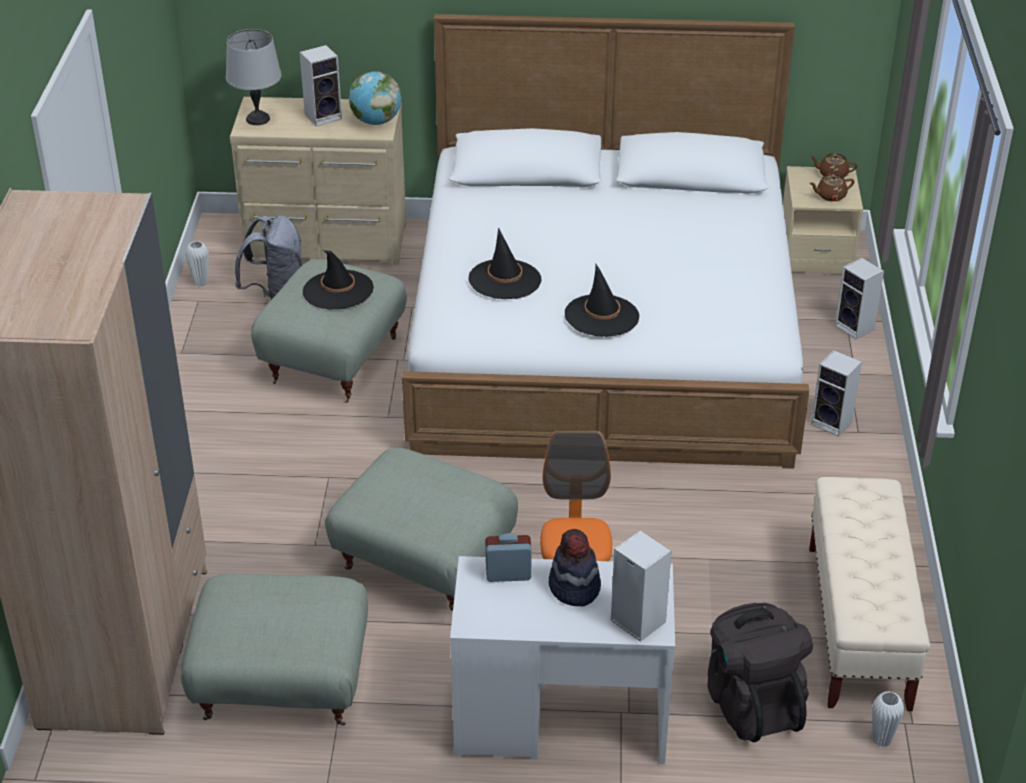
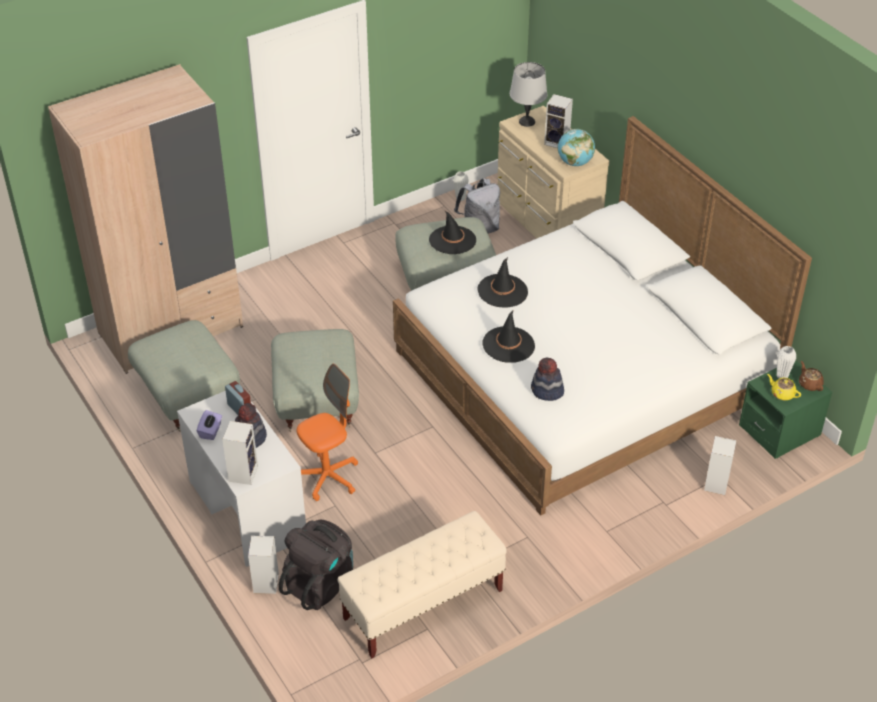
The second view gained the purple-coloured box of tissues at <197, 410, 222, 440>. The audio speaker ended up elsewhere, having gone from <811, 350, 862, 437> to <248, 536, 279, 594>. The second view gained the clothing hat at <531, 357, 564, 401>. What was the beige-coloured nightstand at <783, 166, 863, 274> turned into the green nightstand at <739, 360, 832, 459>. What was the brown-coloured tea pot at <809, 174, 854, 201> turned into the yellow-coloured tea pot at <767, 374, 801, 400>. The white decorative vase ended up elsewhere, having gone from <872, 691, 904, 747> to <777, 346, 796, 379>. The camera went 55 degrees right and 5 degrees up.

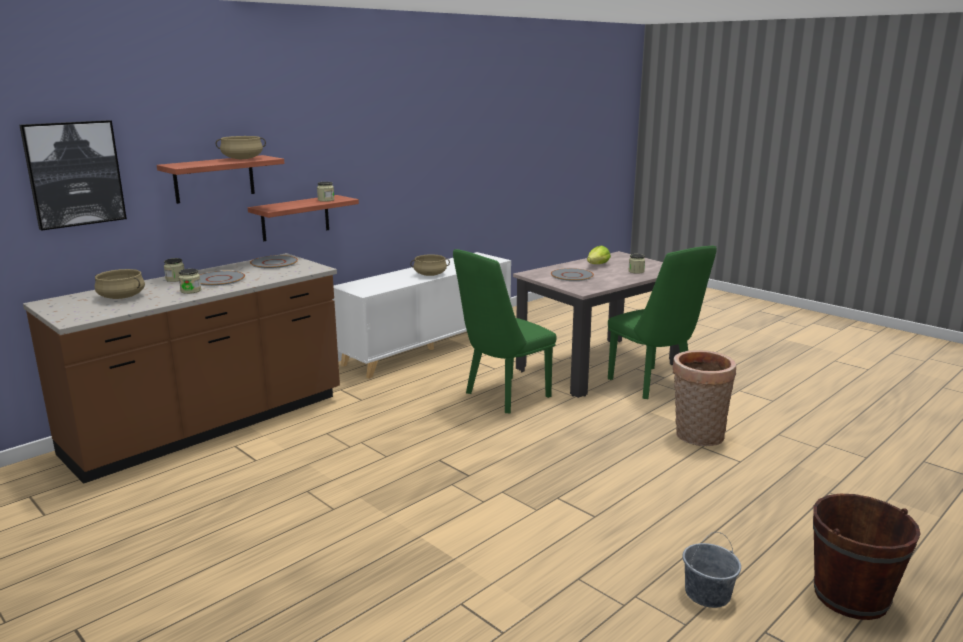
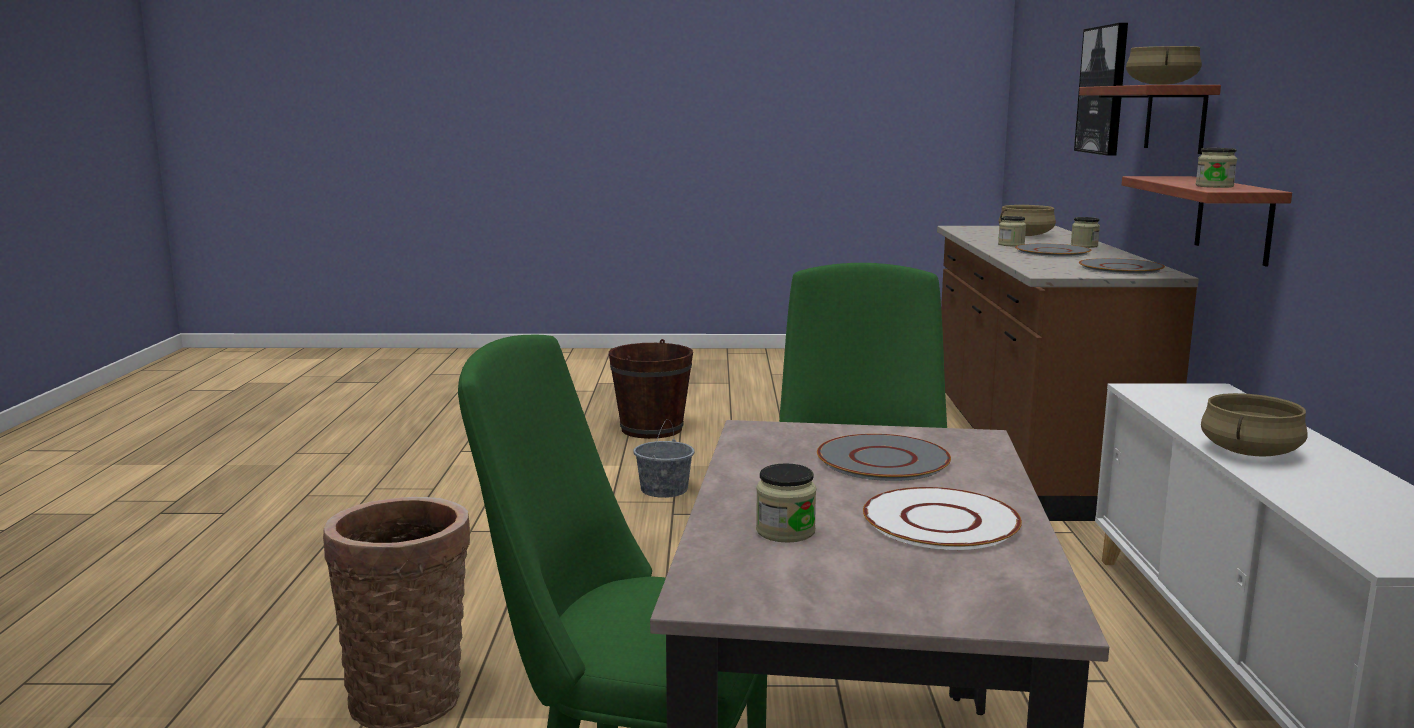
The brown-coloured pail ended up elsewhere, having gone from <813, 494, 921, 620> to <609, 339, 693, 439>. The greyish pail ended up elsewhere, having gone from <682, 532, 741, 608> to <633, 419, 694, 498>. Where the head of lettuce stood at <587, 245, 611, 264>, the white flat dish came to stand at <863, 487, 1022, 550>. The camera went 135 degrees right and 5 degrees down.

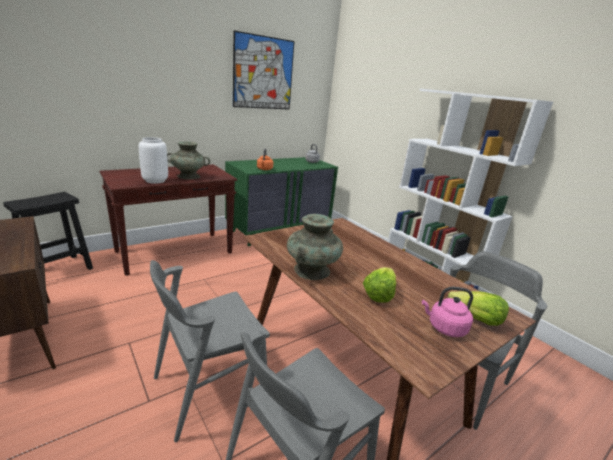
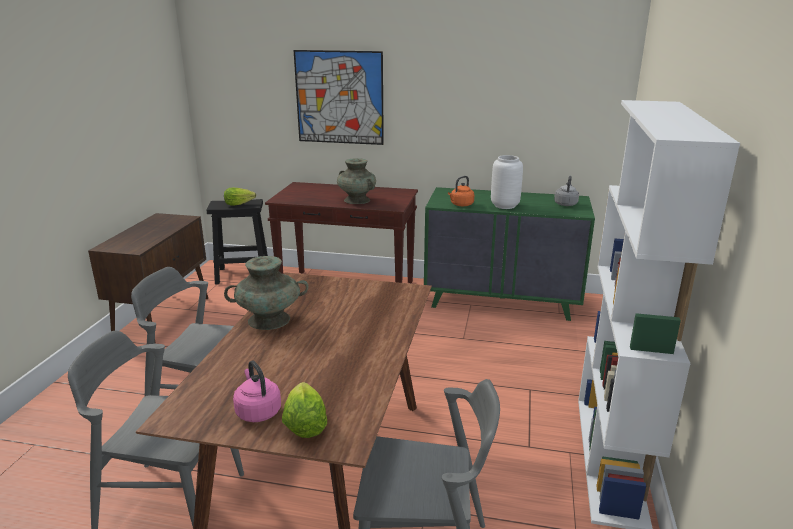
The head of lettuce ended up elsewhere, having gone from <363, 267, 396, 303> to <224, 188, 256, 206>. The picture ended up elsewhere, having gone from <233, 30, 295, 110> to <294, 50, 384, 145>. The white decorative vase ended up elsewhere, having gone from <139, 137, 168, 184> to <491, 155, 523, 209>. The camera went 50 degrees right and 0 degrees up.

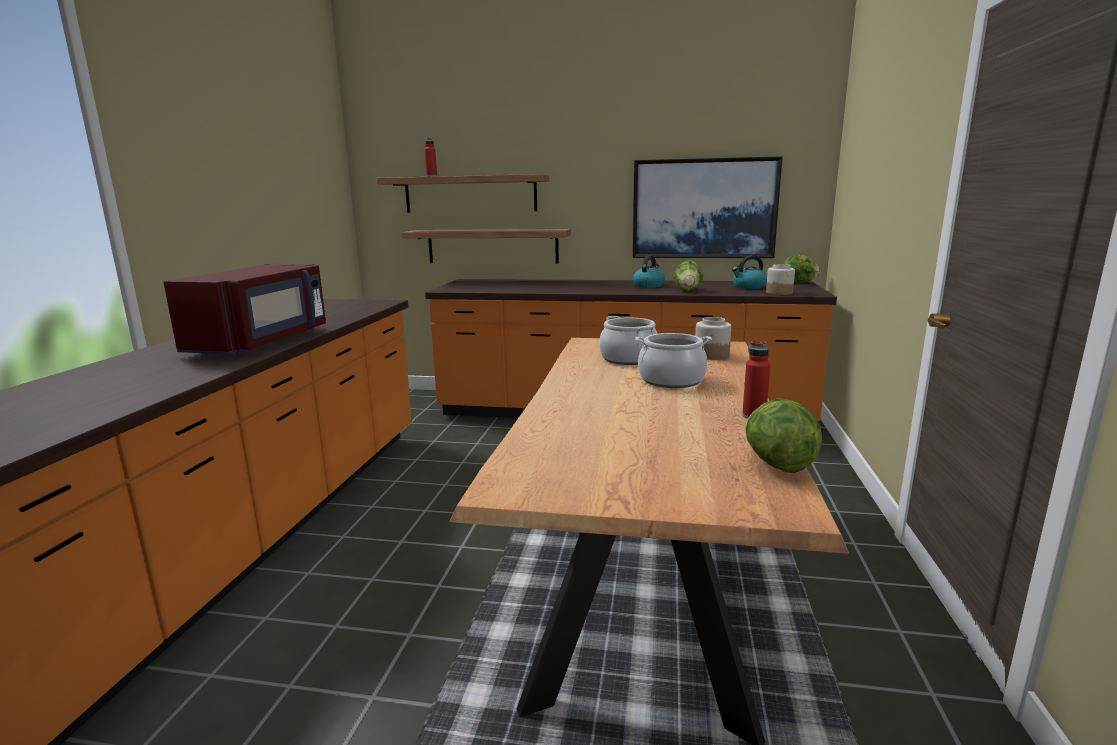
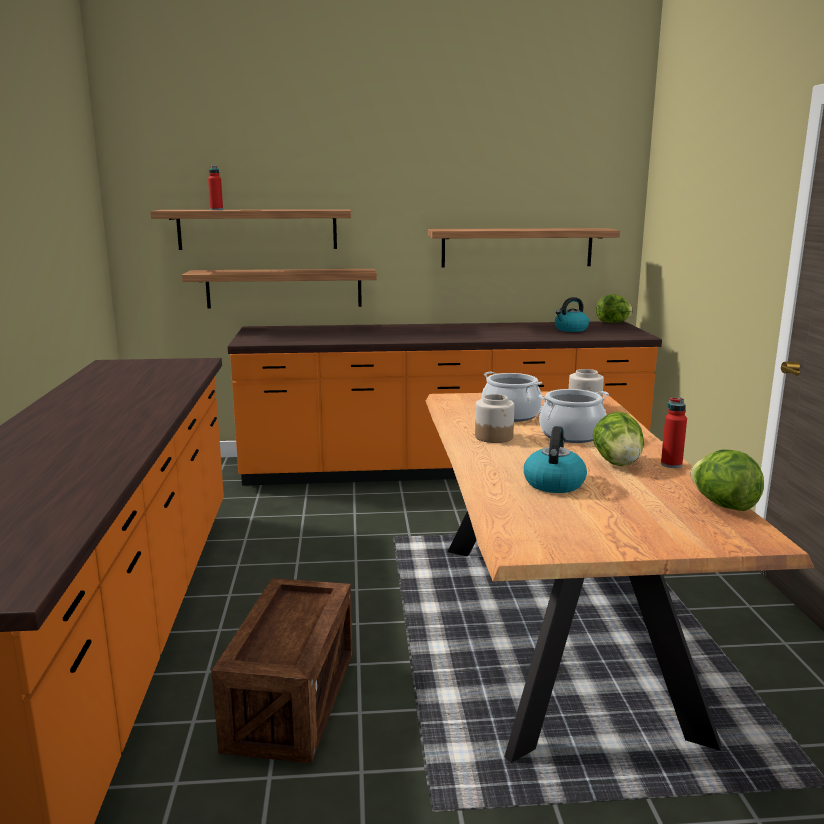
The second view gained the packing crate at <211, 578, 353, 764>. Where the picture hung at <633, 156, 783, 258>, the shelf came to hang at <428, 228, 620, 268>. The storage jar ended up elsewhere, having gone from <766, 264, 795, 295> to <475, 394, 514, 443>. The kettle ended up elsewhere, having gone from <633, 255, 665, 288> to <524, 426, 587, 493>. The head of lettuce ended up elsewhere, having gone from <674, 260, 704, 291> to <593, 412, 644, 466>. The second view lost the red kitchen microwave at <163, 264, 326, 355>. The camera went 15 degrees left and 0 degrees up.

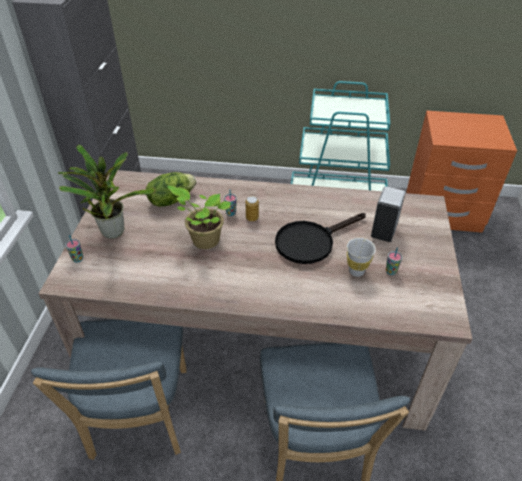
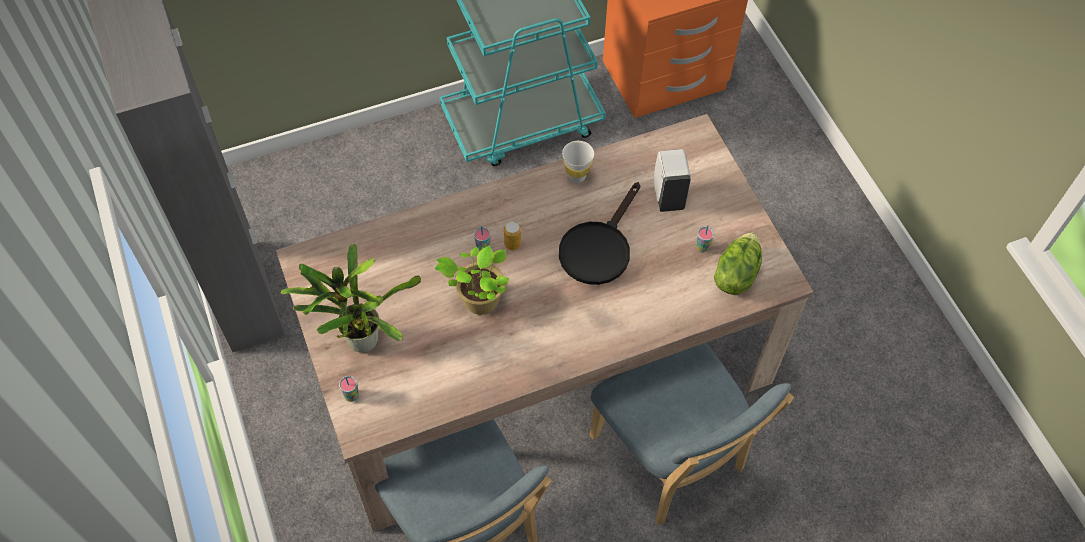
The white cup ended up elsewhere, having gone from <347, 238, 376, 277> to <562, 141, 594, 183>. The head of lettuce ended up elsewhere, having gone from <146, 172, 196, 207> to <714, 232, 762, 295>. The camera went 30 degrees left and 15 degrees up.

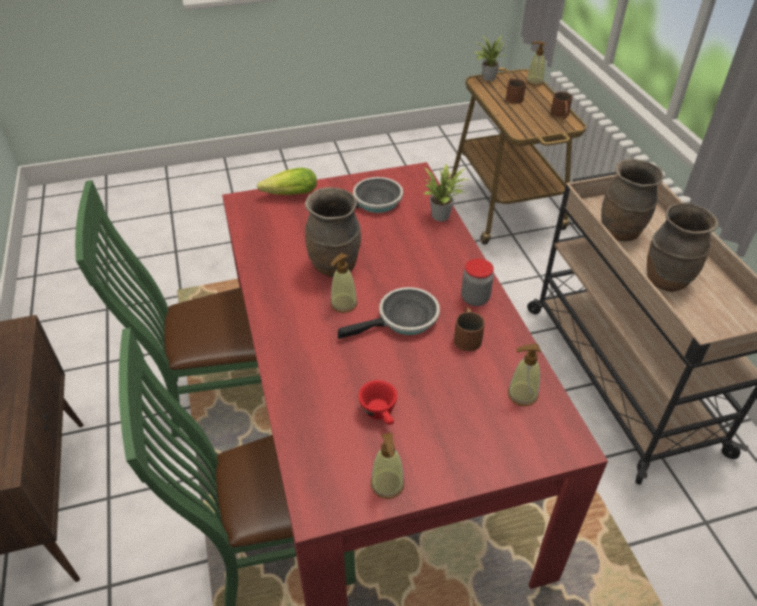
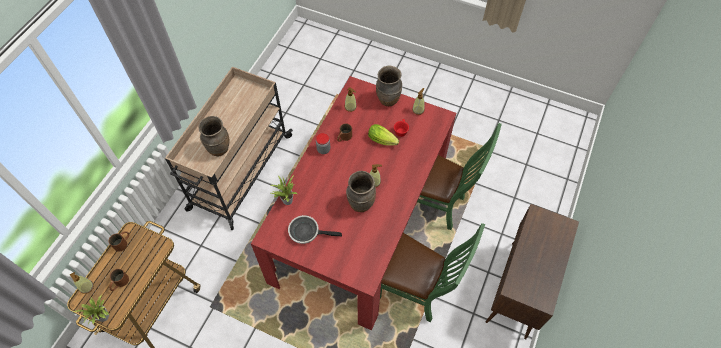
The head of lettuce ended up elsewhere, having gone from <257, 168, 317, 195> to <368, 124, 399, 146>. The brown-coloured decorative vase ended up elsewhere, having gone from <647, 203, 718, 292> to <376, 65, 402, 106>. The second view lost the frying pan at <338, 287, 440, 339>. The camera went 140 degrees left and 15 degrees up.

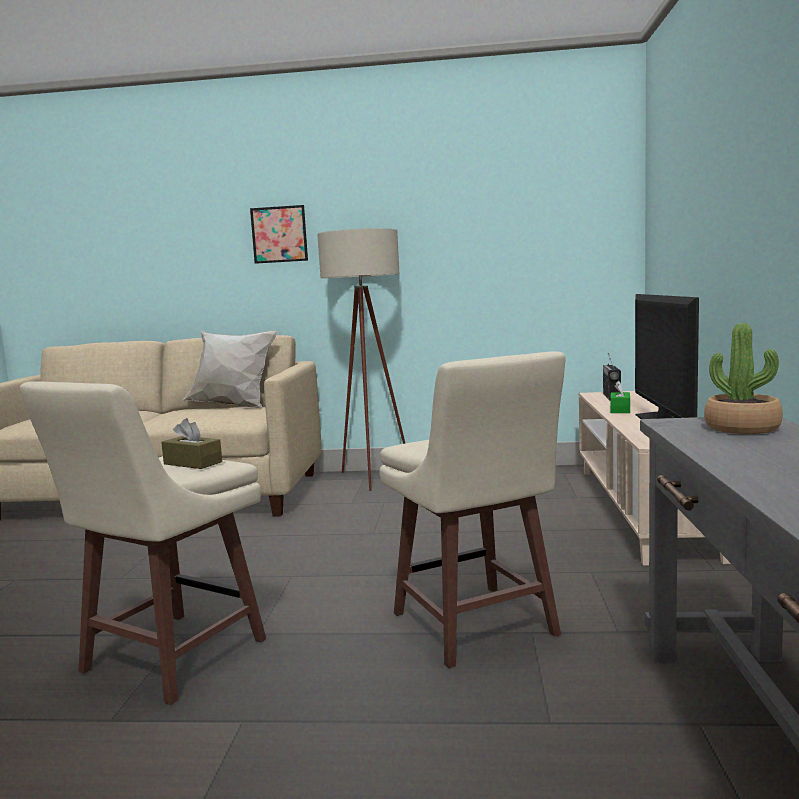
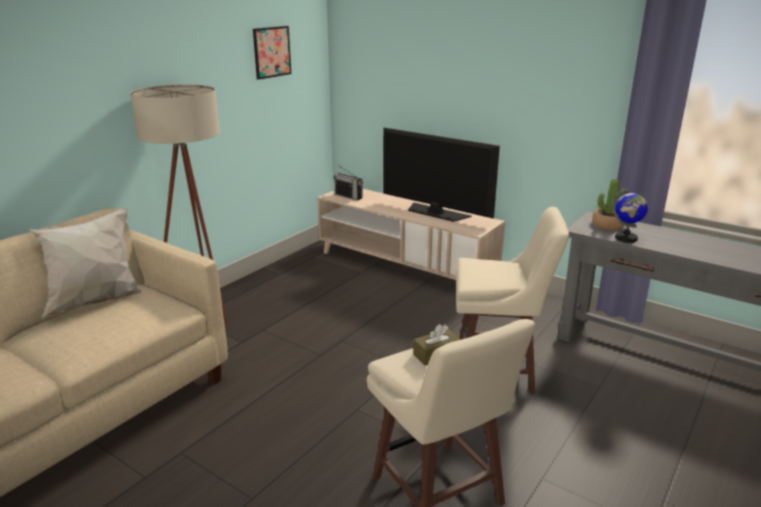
The picture ended up elsewhere, having gone from <250, 205, 308, 264> to <253, 26, 291, 80>. The second view gained the desk globe at <613, 188, 648, 243>. The second view lost the green box of tissues at <610, 381, 630, 413>. The camera went 60 degrees left and 15 degrees up.

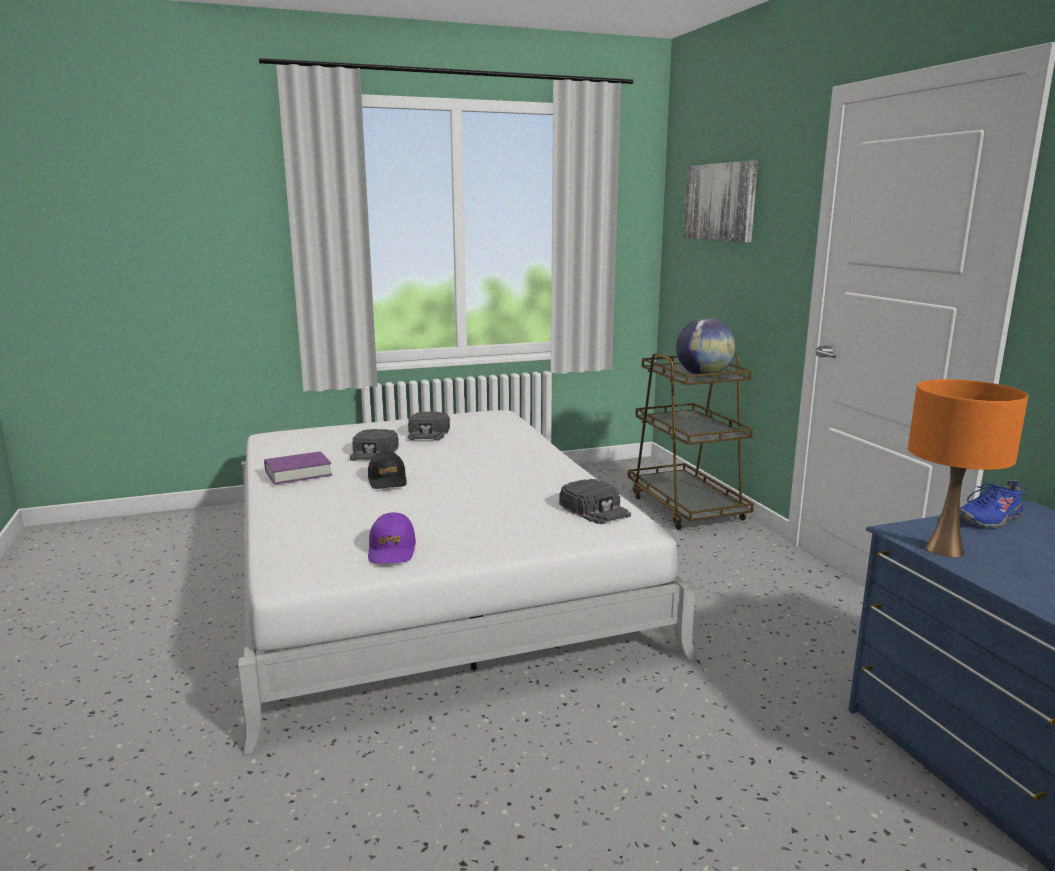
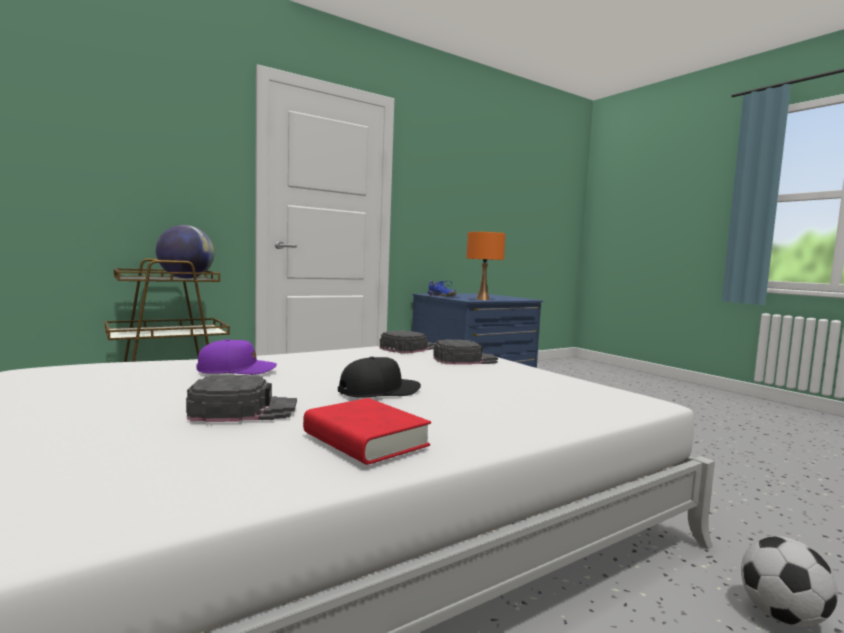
The purple-coloured cap ended up elsewhere, having gone from <368, 512, 416, 564> to <197, 339, 277, 375>. What was the purple-coloured book at <264, 451, 332, 485> turned into the red book at <303, 398, 431, 465>. The blackish cap ended up elsewhere, having gone from <408, 412, 450, 441> to <433, 340, 498, 365>. The second view gained the football ball at <741, 536, 838, 627>. The second view lost the picture at <683, 161, 758, 243>. The camera went 105 degrees left and 10 degrees down.

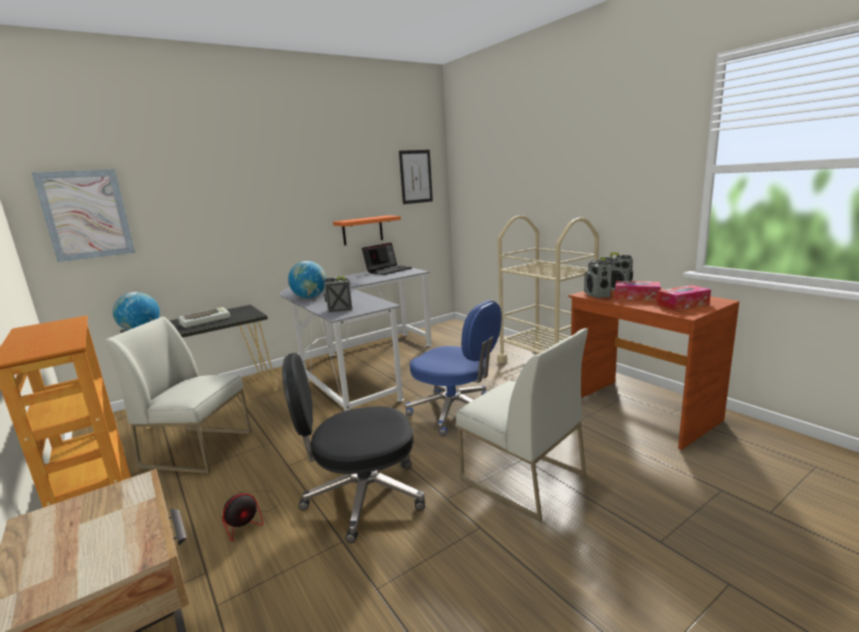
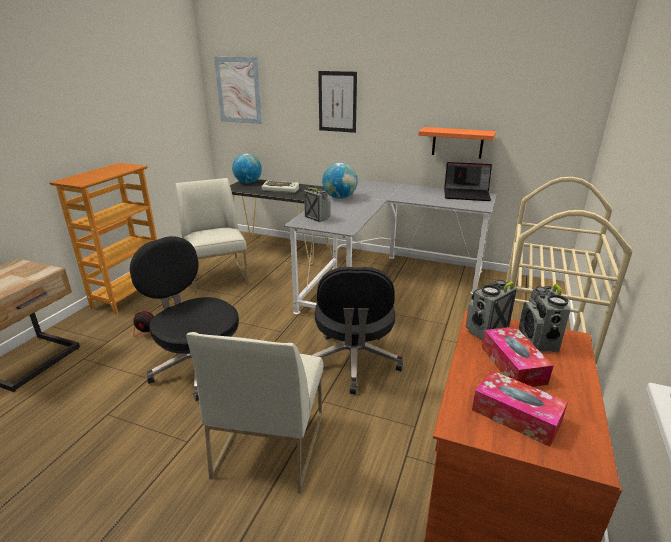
What was the blue office chair at <405, 300, 502, 436> turned into the blackish office chair at <313, 267, 403, 394>. The picture ended up elsewhere, having gone from <399, 150, 433, 204> to <318, 71, 357, 133>. The camera went 55 degrees right and 10 degrees up.

